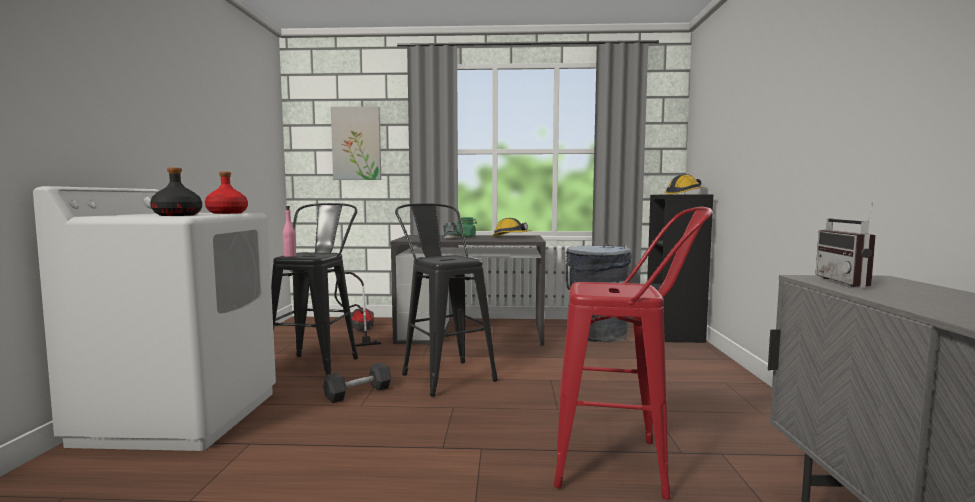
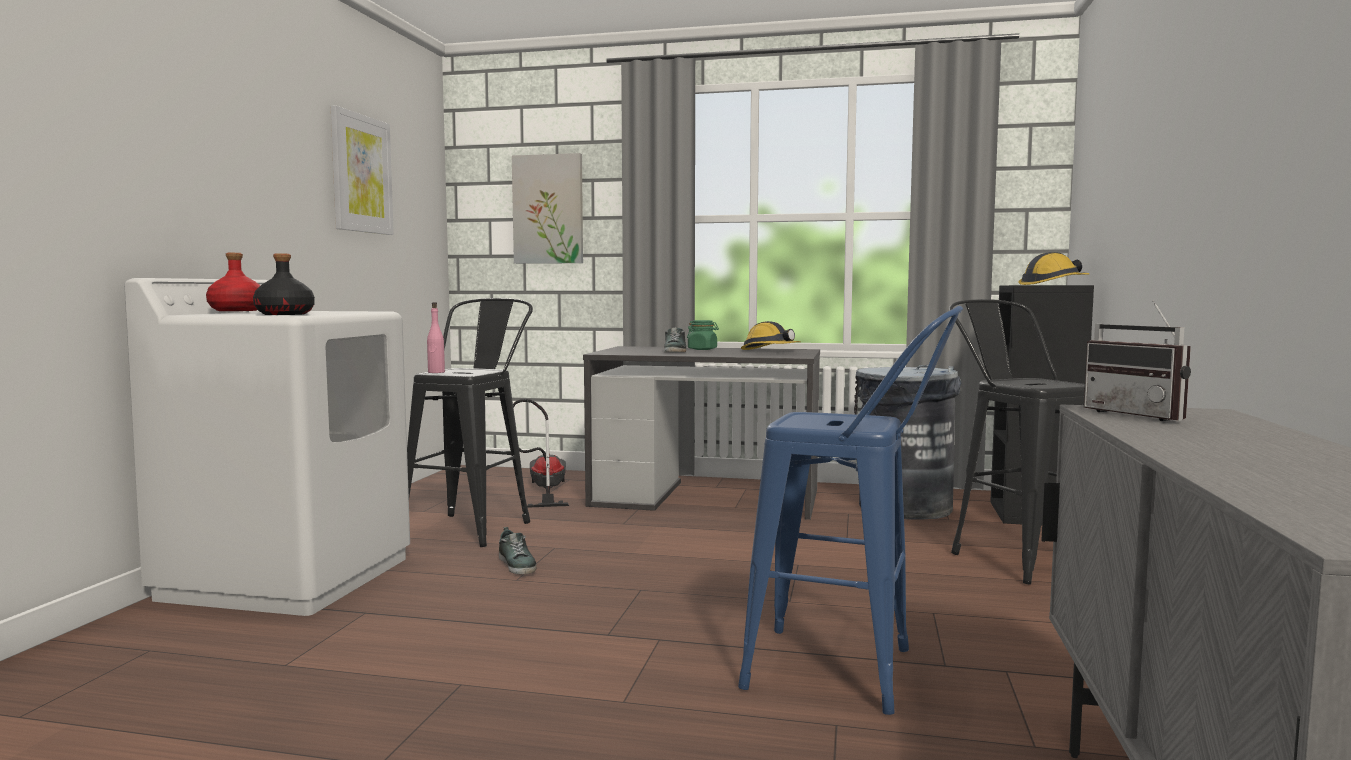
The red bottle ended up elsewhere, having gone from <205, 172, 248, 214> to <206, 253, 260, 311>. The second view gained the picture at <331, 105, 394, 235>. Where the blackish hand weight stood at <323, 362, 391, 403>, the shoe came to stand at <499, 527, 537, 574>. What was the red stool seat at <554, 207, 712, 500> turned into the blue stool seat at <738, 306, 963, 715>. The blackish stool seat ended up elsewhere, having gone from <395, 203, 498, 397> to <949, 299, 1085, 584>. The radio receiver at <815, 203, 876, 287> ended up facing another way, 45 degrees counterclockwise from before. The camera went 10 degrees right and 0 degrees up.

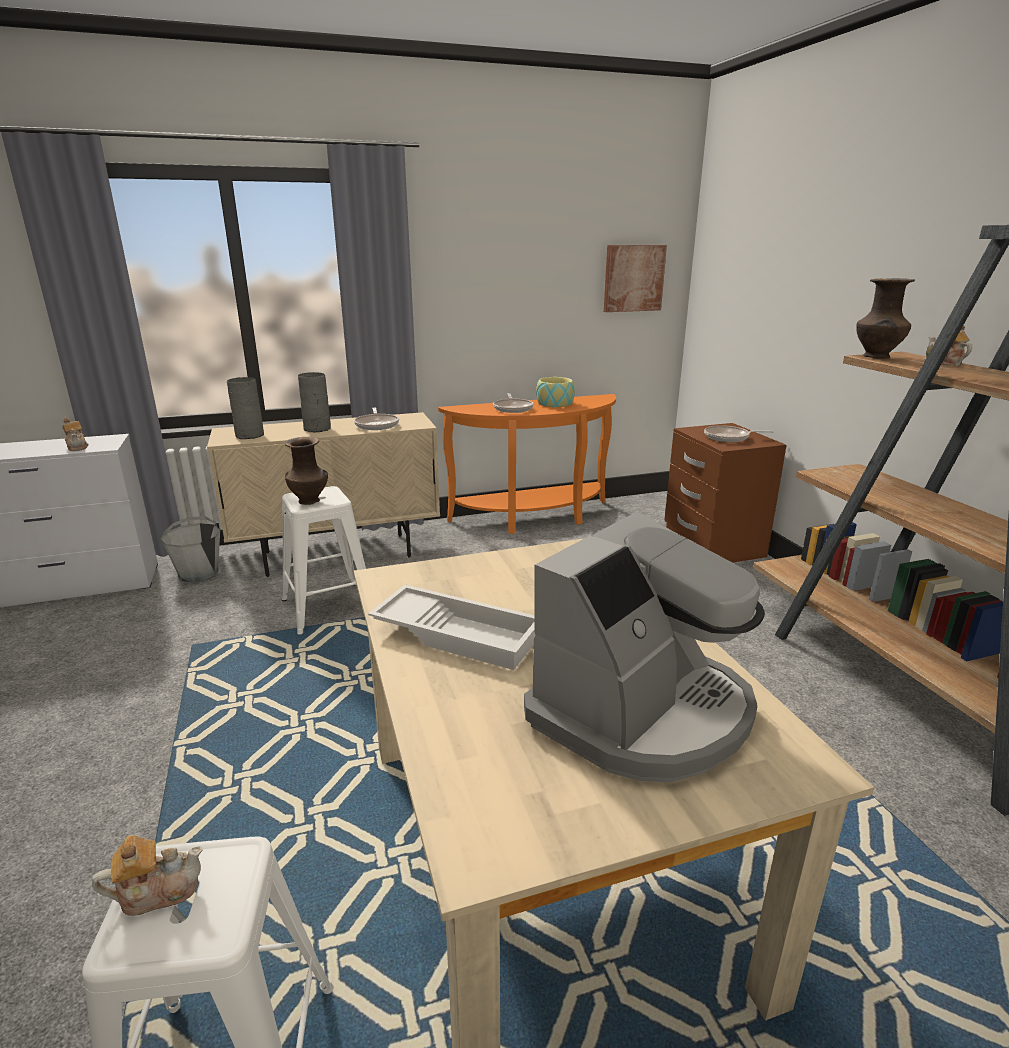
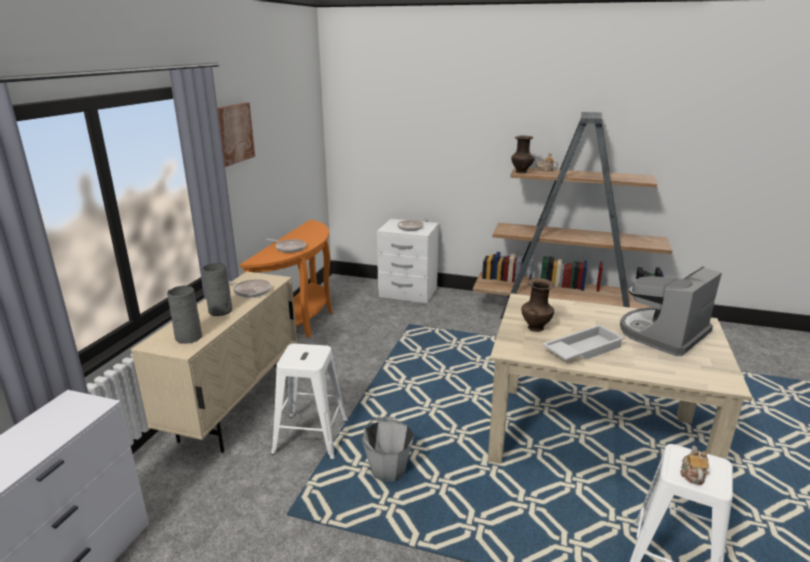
The picture ended up elsewhere, having gone from <604, 245, 667, 312> to <217, 102, 255, 167>. The greyish pail ended up elsewhere, having gone from <160, 516, 220, 583> to <361, 417, 414, 482>. What was the brown-coloured nightstand at <665, 423, 787, 563> turned into the white nightstand at <377, 219, 439, 303>. The brown-coloured decorative vase ended up elsewhere, having gone from <285, 437, 328, 505> to <522, 278, 554, 332>. The coffee brewer at <524, 512, 765, 782> ended up facing another way, 120 degrees counterclockwise from before. The second view lost the tea pot at <62, 418, 89, 451>. The second view lost the bowl at <536, 377, 575, 407>. The camera went 55 degrees left and 0 degrees up.

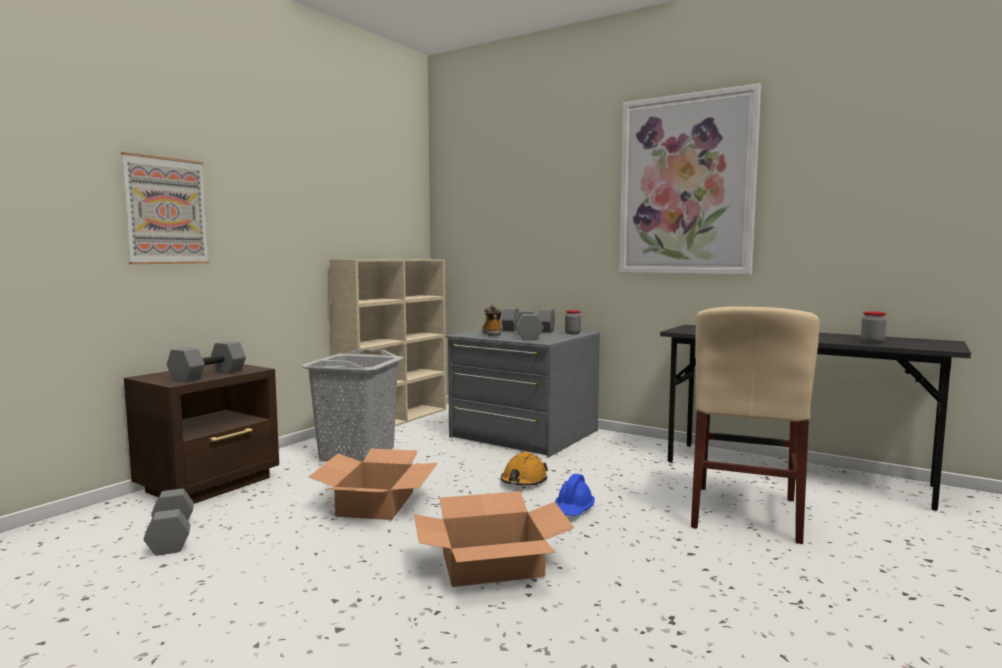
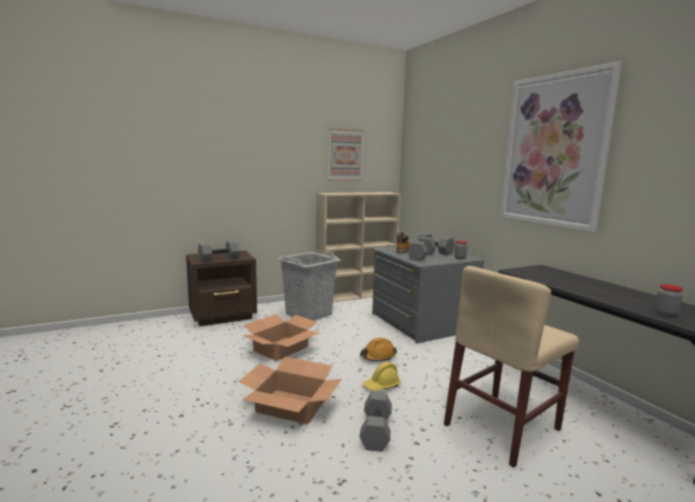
The picture ended up elsewhere, having gone from <121, 152, 209, 264> to <328, 129, 364, 181>. The greyish hand weight ended up elsewhere, having gone from <144, 489, 194, 556> to <359, 392, 392, 452>. What was the blue hard hat at <555, 474, 595, 516> turned into the yellow-coloured hard hat at <363, 362, 401, 391>. The camera went 30 degrees right and 5 degrees up.

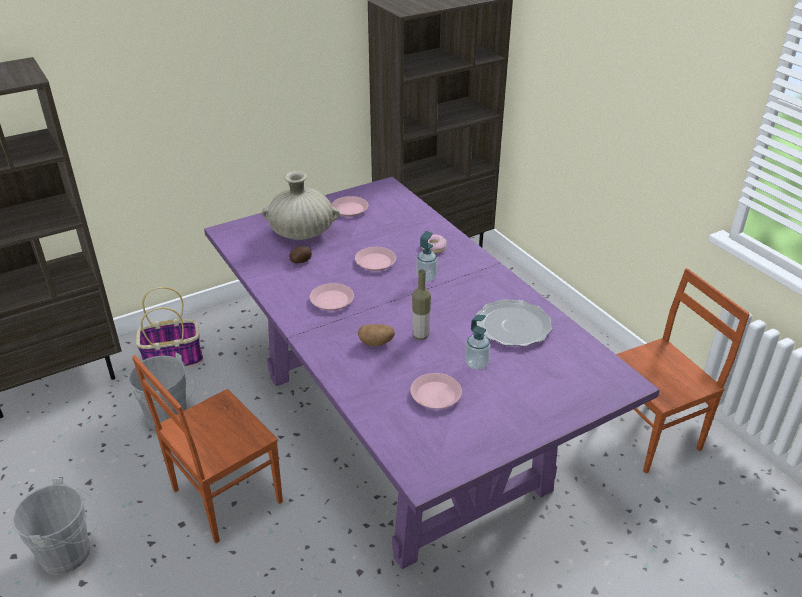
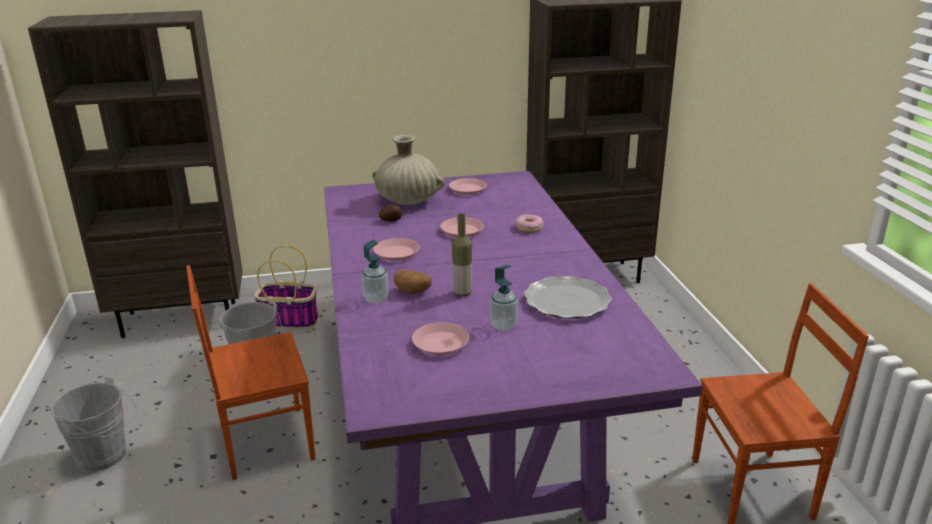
The soap bottle ended up elsewhere, having gone from <416, 231, 437, 282> to <362, 240, 388, 303>. The camera went 20 degrees right and 10 degrees down.

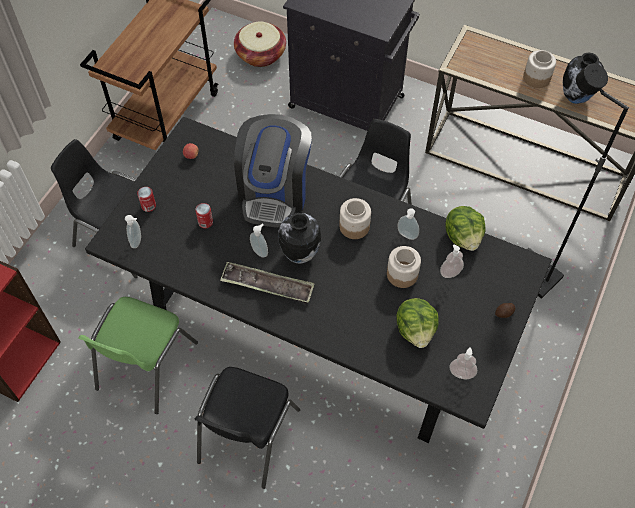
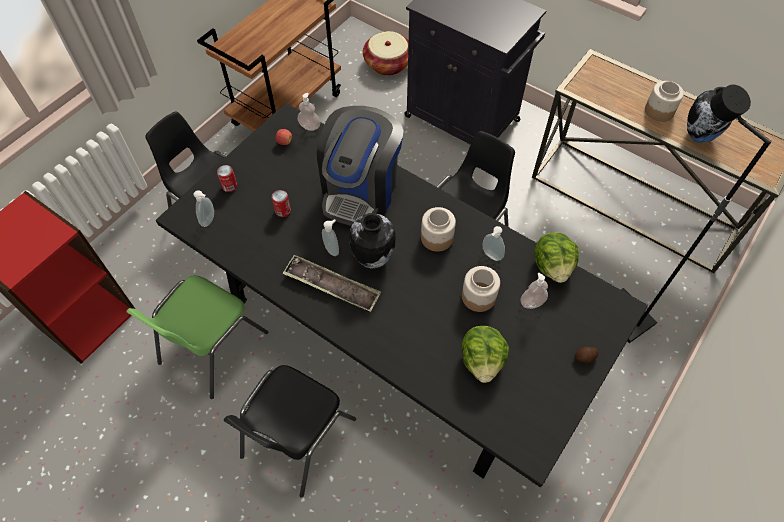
The soap bottle ended up elsewhere, having gone from <450, 347, 477, 379> to <297, 93, 320, 131>. The camera went 10 degrees right and 0 degrees up.

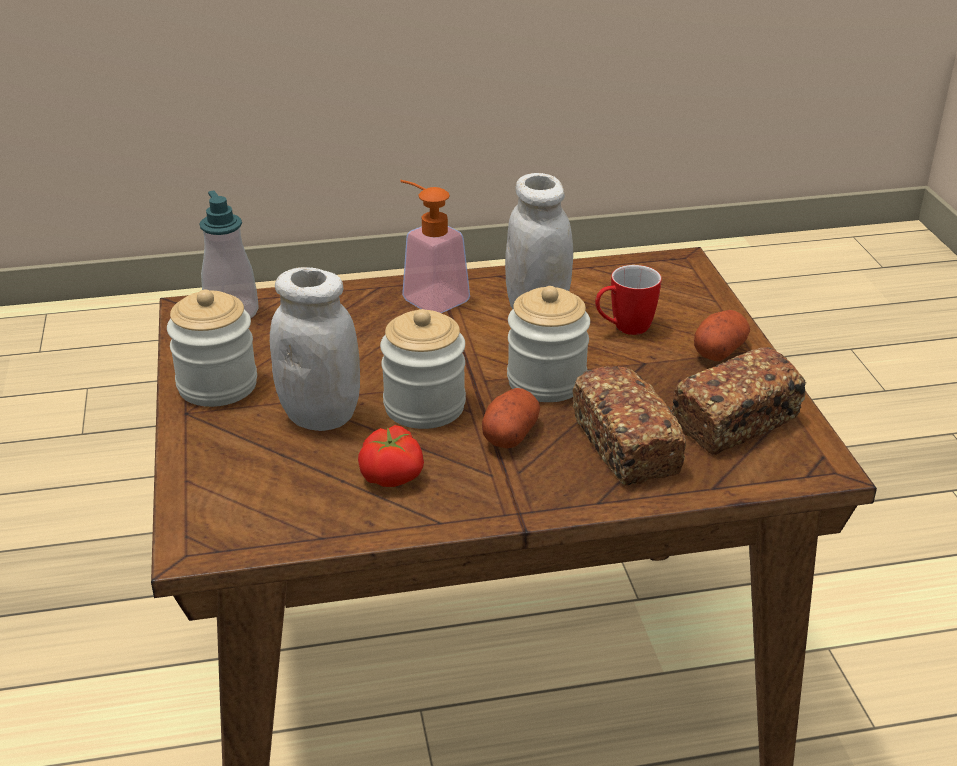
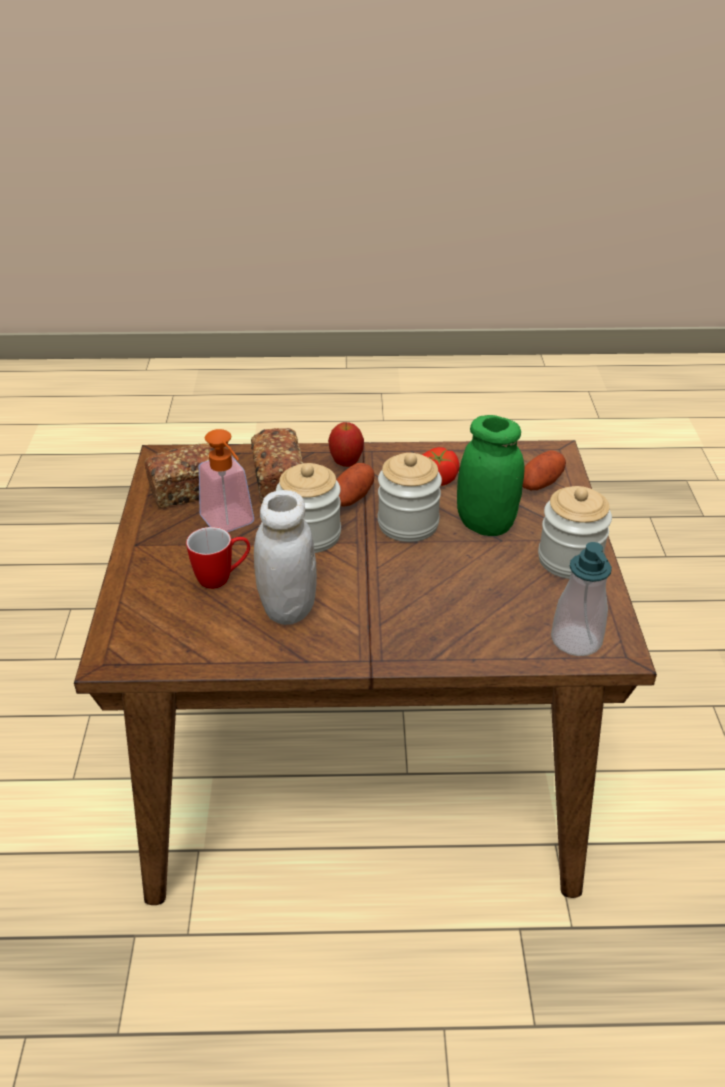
The soap bottle ended up elsewhere, having gone from <400, 180, 470, 313> to <199, 429, 254, 532>. The second view gained the whole apple at <328, 422, 364, 467>. What was the white storage jar at <270, 267, 360, 431> turned into the green storage jar at <457, 415, 524, 536>. The whole potato ended up elsewhere, having gone from <694, 310, 750, 361> to <522, 450, 566, 490>. The camera went 170 degrees left and 5 degrees up.

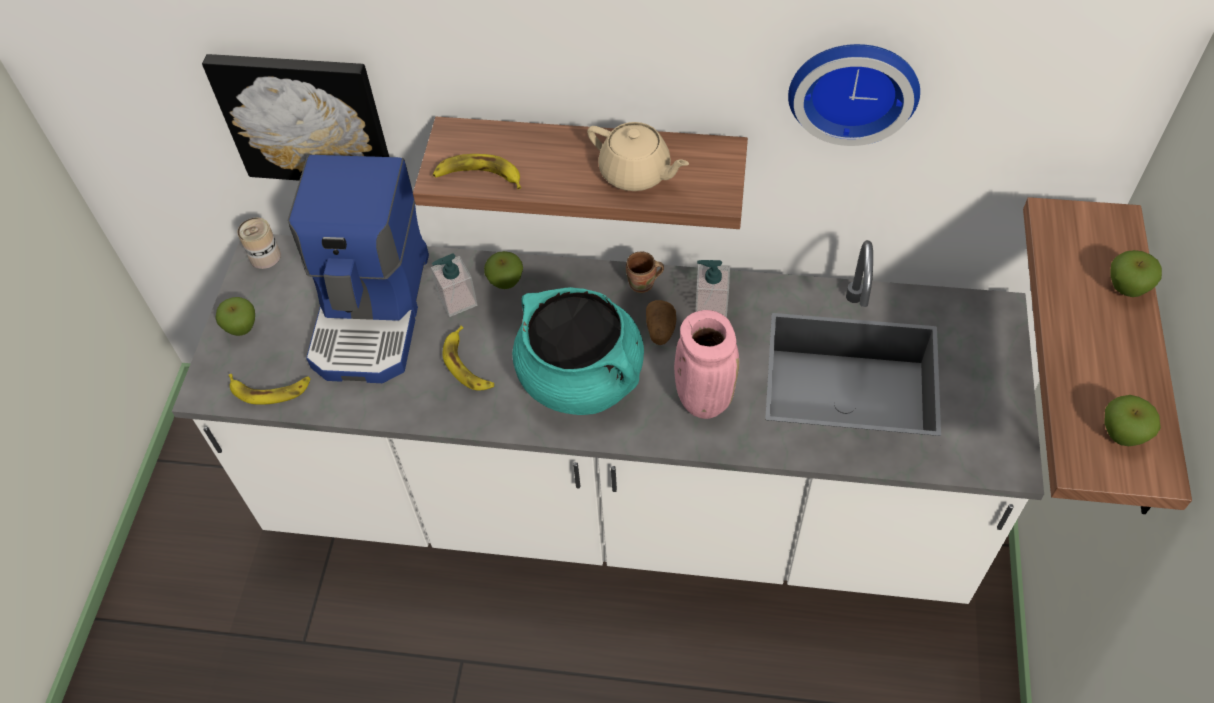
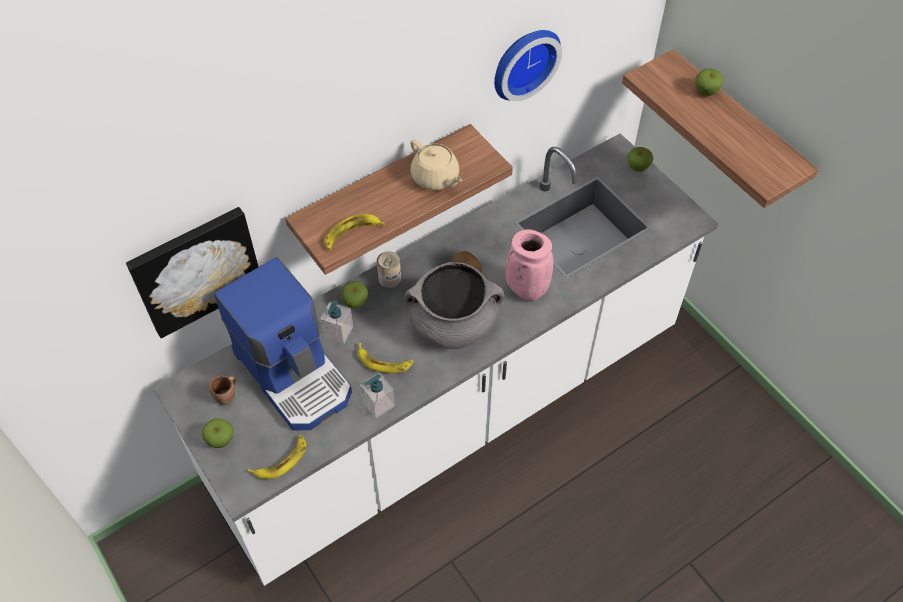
The brown-coloured tea mug ended up elsewhere, having gone from <626, 252, 664, 293> to <209, 375, 236, 405>. The soap bottle ended up elsewhere, having gone from <695, 260, 730, 318> to <360, 372, 395, 418>. The sealed can ended up elsewhere, having gone from <237, 218, 281, 269> to <377, 251, 401, 288>. What was the turquoise-coloured saucepot at <512, 287, 644, 415> turned into the greyish saucepot at <405, 262, 504, 349>. The beige-coloured tea pot at <587, 122, 689, 191> ended up facing another way, 60 degrees clockwise from before. The whole apple ended up elsewhere, having gone from <1104, 395, 1161, 446> to <627, 147, 654, 172>. The camera went 45 degrees left and 0 degrees up.

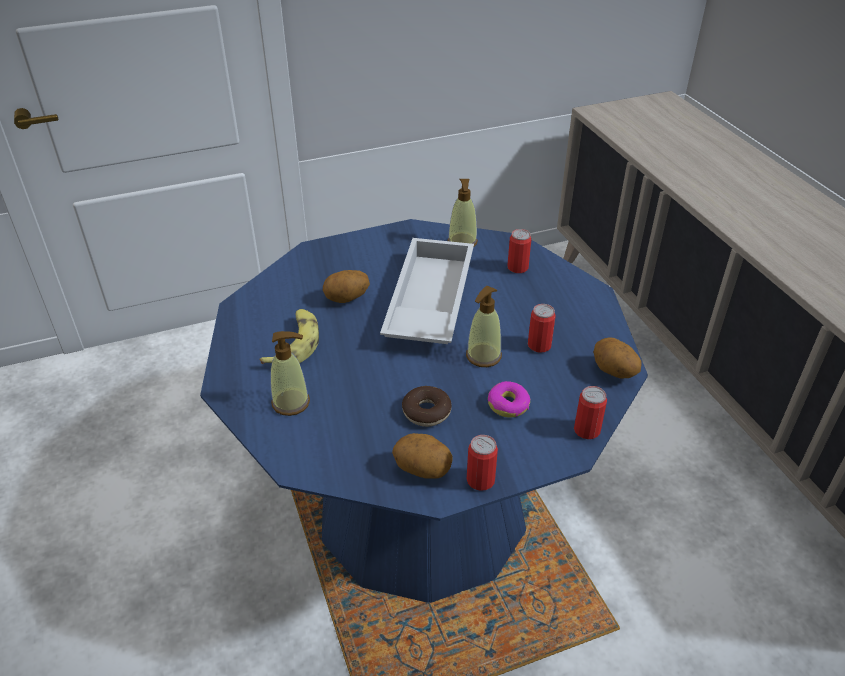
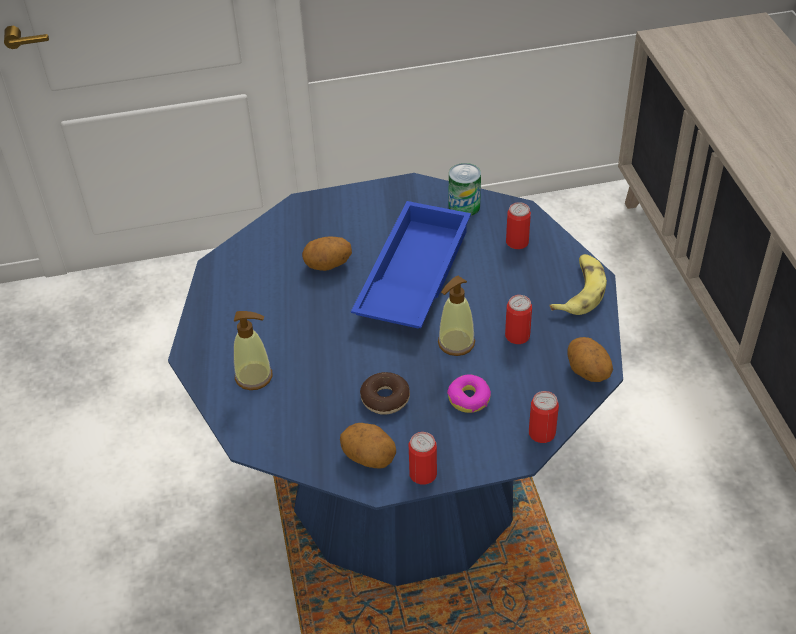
What was the white serving tray at <380, 238, 474, 344> turned into the blue serving tray at <351, 201, 471, 329>. Where the soap bottle stood at <447, 179, 478, 247>, the sealed can came to stand at <449, 163, 481, 216>. The banana ended up elsewhere, having gone from <260, 309, 319, 364> to <550, 254, 607, 315>. The camera went 10 degrees right and 5 degrees up.

